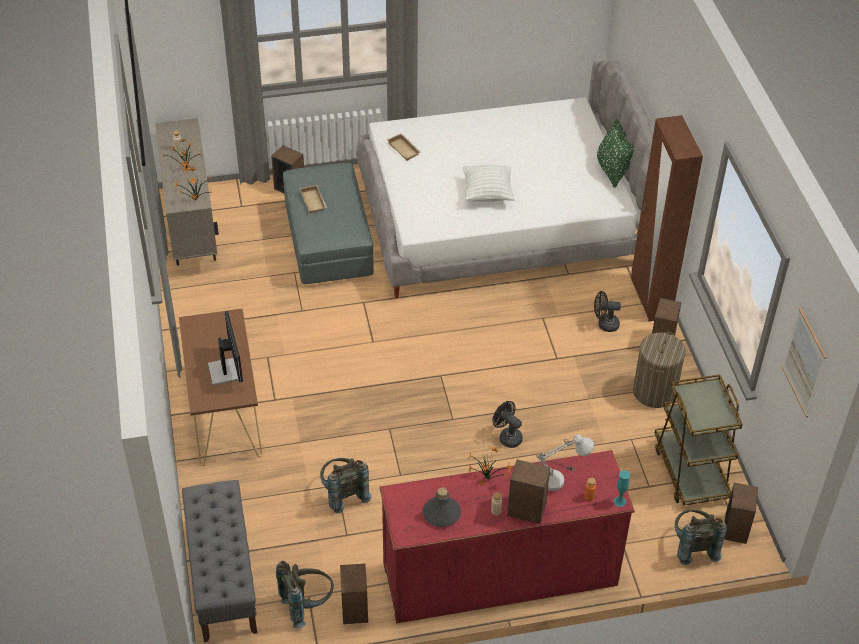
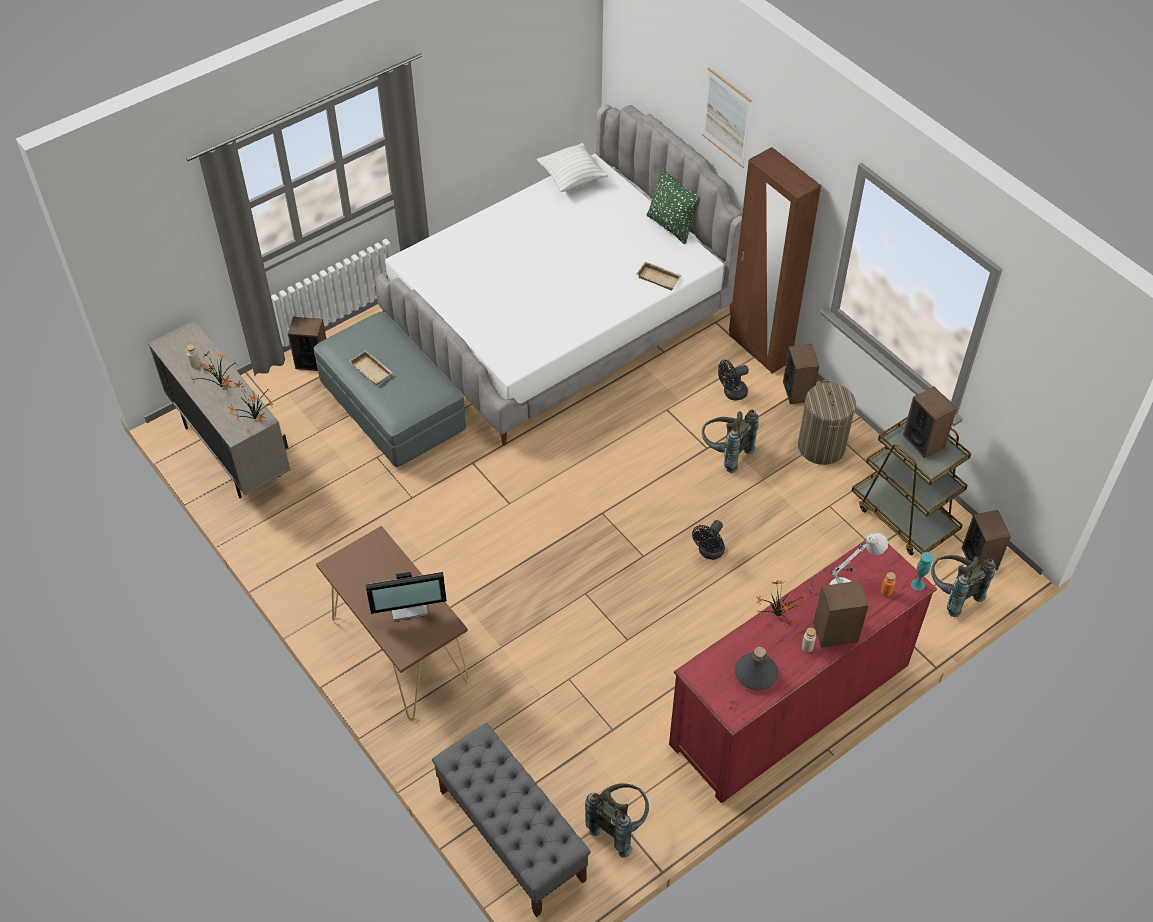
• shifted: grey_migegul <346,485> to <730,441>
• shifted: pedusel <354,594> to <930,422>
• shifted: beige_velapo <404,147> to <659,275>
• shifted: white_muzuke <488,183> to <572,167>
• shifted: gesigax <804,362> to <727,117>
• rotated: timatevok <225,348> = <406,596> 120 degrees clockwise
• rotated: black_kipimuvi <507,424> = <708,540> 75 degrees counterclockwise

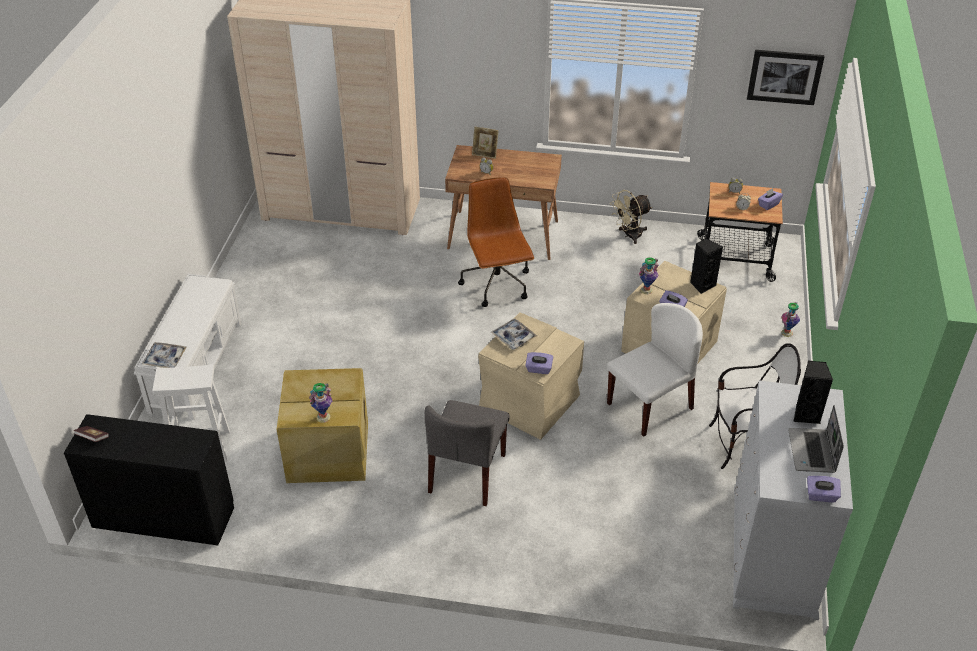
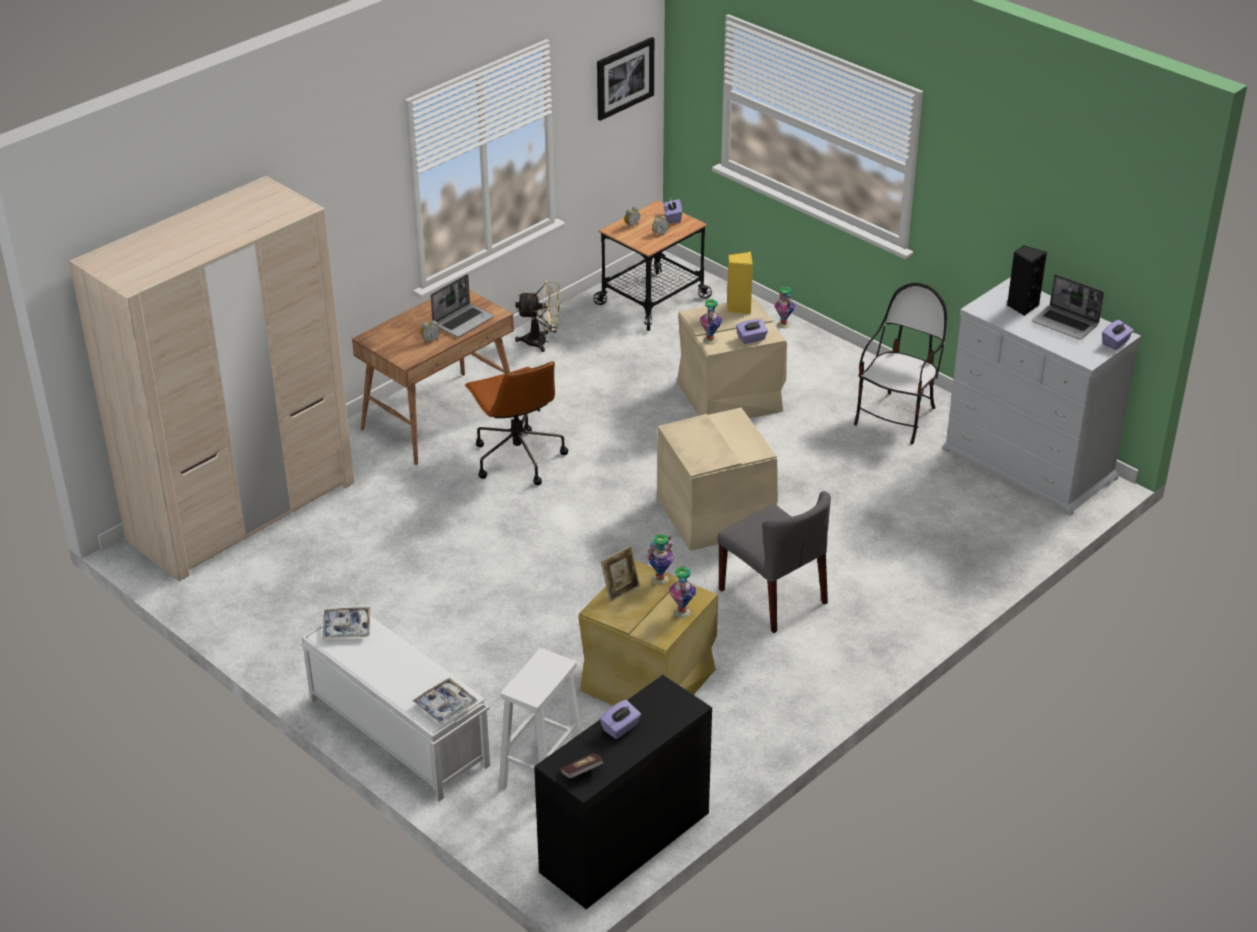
• gone: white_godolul <655,370>
• new: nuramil <462,305>
• new: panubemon <660,559>
• shifted: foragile <485,143> to <620,574>
• shifted: velapo <514,334> to <346,623>
• shifted: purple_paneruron <539,363> to <620,719>
• repainted: black_pedusel <706,266> to yellow_pedusel <740,283>
• rotated: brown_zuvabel <496,242> = <516,423> 135 degrees counterclockwise
• rotated: beige_kipimuvi <631,217> = <538,316> 90 degrees counterclockwise

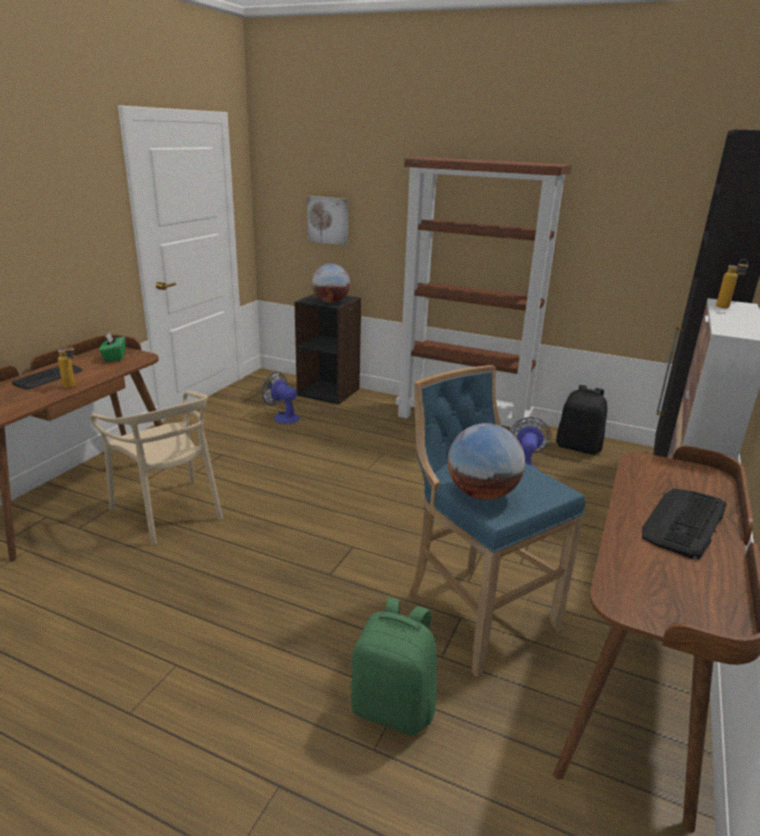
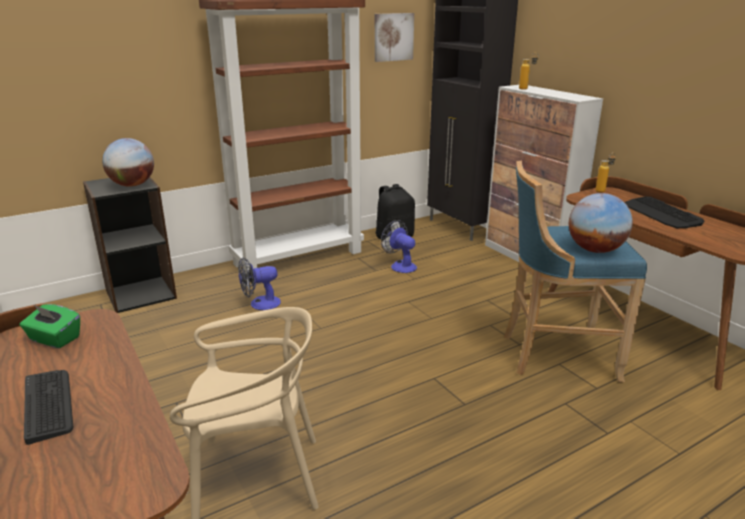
• gone: green_migegul <393,666>
• shifted: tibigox <66,366> to <606,173>
• shifted: kipimuvi <281,398> to <259,283>
• shifted: gesigax <328,221> to <394,37>

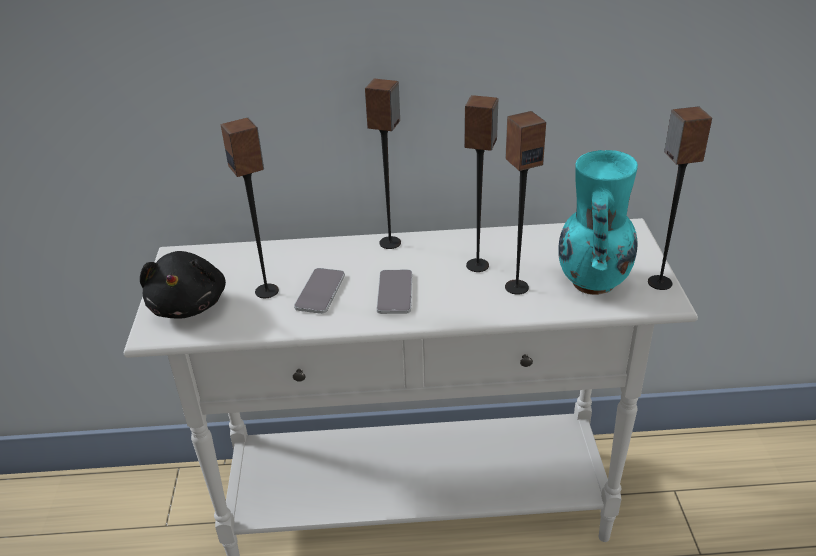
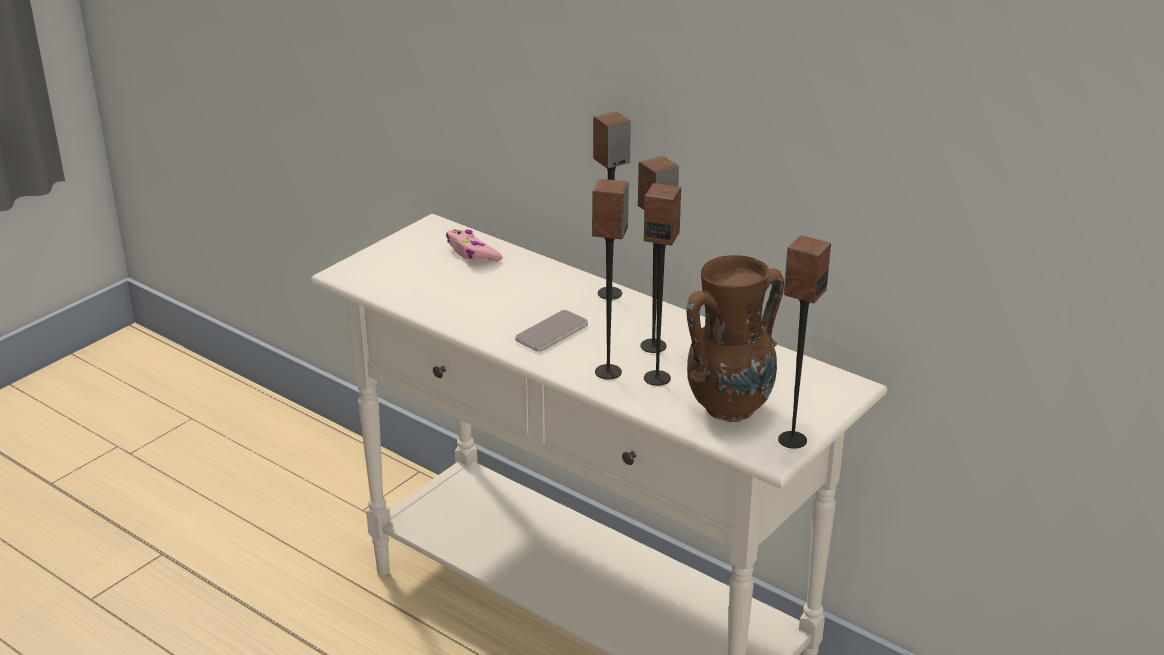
• gone: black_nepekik <183,285>
• gone: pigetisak <319,291>
• new: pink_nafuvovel <474,245>
• shifted: pedusel <250,208> to <610,279>
• repainted: turquoise_panubemon <598,222> to brown_panubemon <735,338>

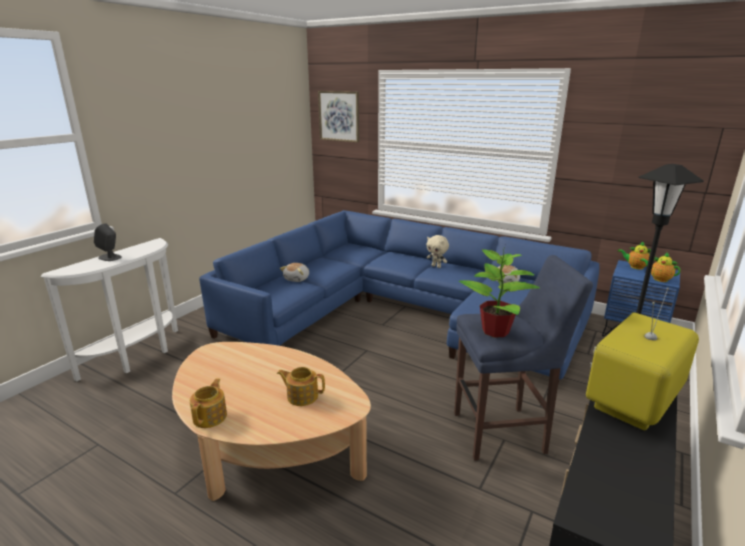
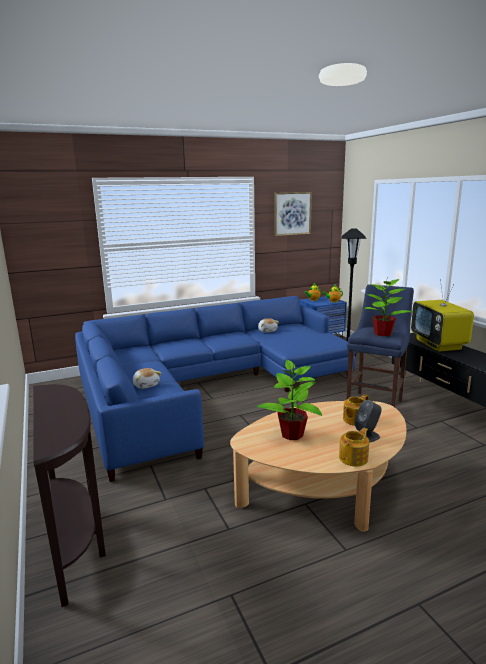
• gone: beige_nepekik <437,251>
• new: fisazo <289,400>
• shifted: grey_pedusel <108,242> to <368,421>
• shifted: gesigax <338,116> to <293,214>
• repainted: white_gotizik <109,309> to brown_gotizik <69,495>
• rotated: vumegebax <208,403> = <354,447> 90 degrees clockwise

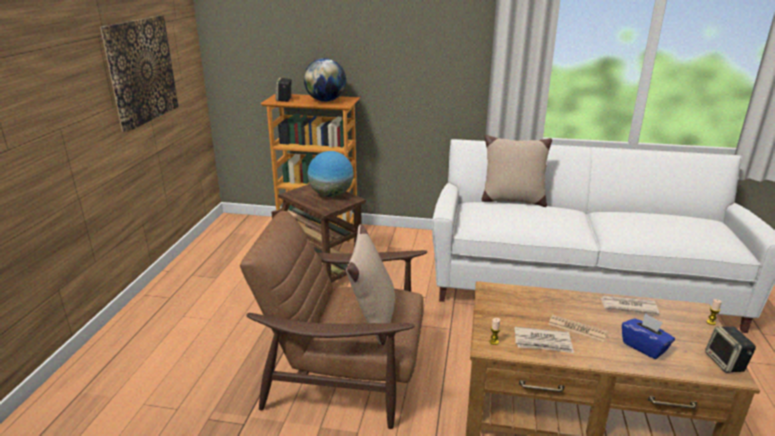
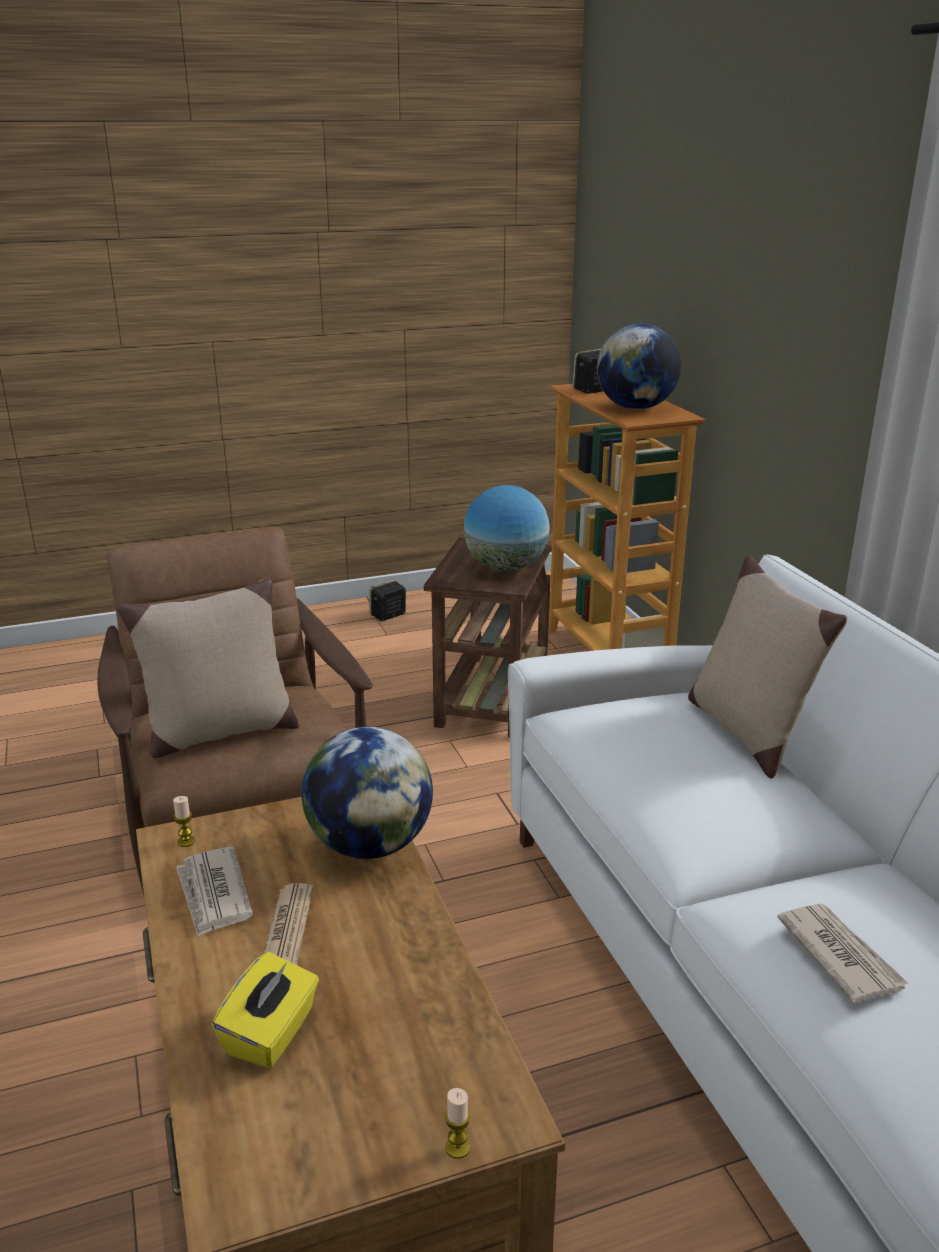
• gone: gesigax <139,73>
• new: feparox <367,793>
• shifted: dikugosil <630,305> to <843,953>
• shifted: pedusel <730,349> to <387,600>
• repainted: blue_paneruron <648,336> to yellow_paneruron <265,1010>

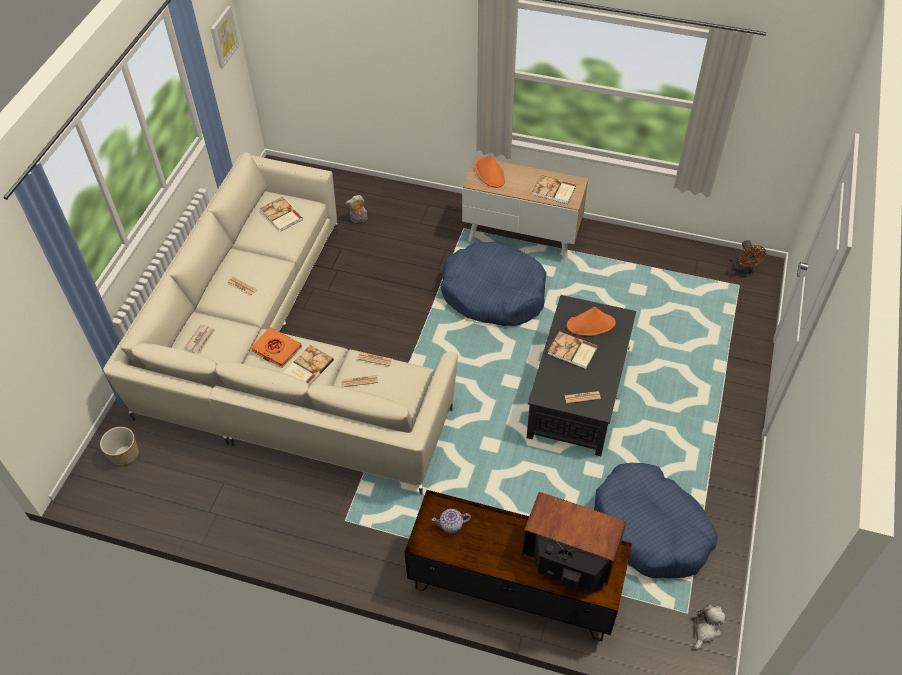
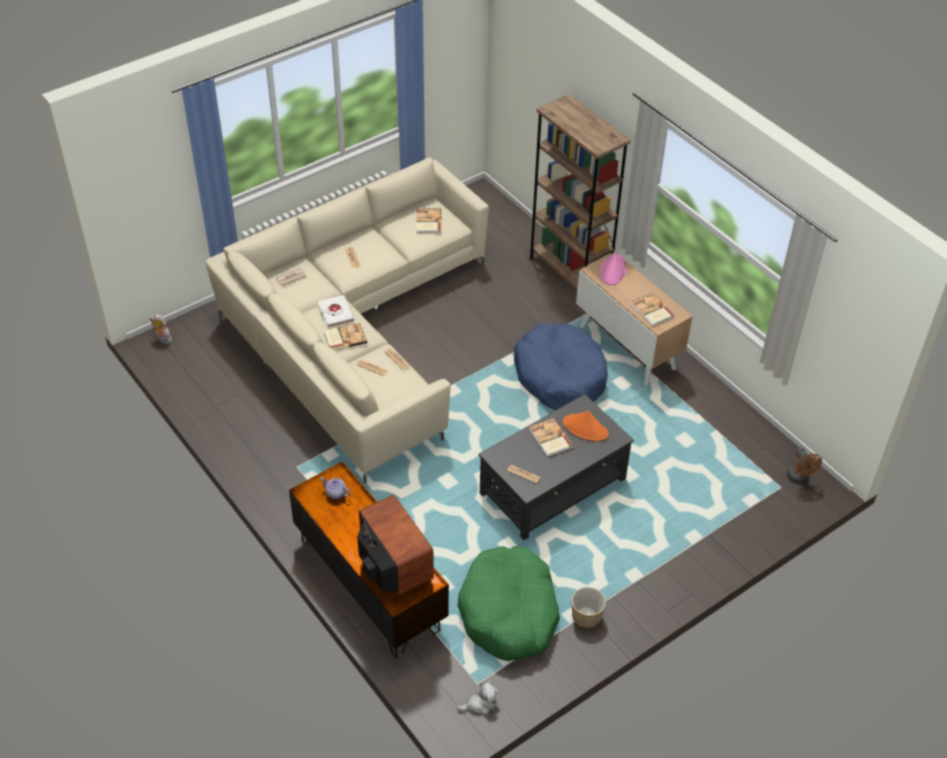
• gone: gesigax <225,37>
• new: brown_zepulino <579,191>
• shifted: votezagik <119,447> to <589,607>
• shifted: nepekik <357,209> to <161,329>
• repainted: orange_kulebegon <276,347> to white_kulebegon <335,311>
• repainted: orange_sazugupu <490,171> to pink_sazugupu <613,269>
• repainted: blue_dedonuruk <655,521> to green_dedonuruk <509,603>
• rotated: brown_kipimuvi <749,257> = <804,465> 45 degrees counterclockwise

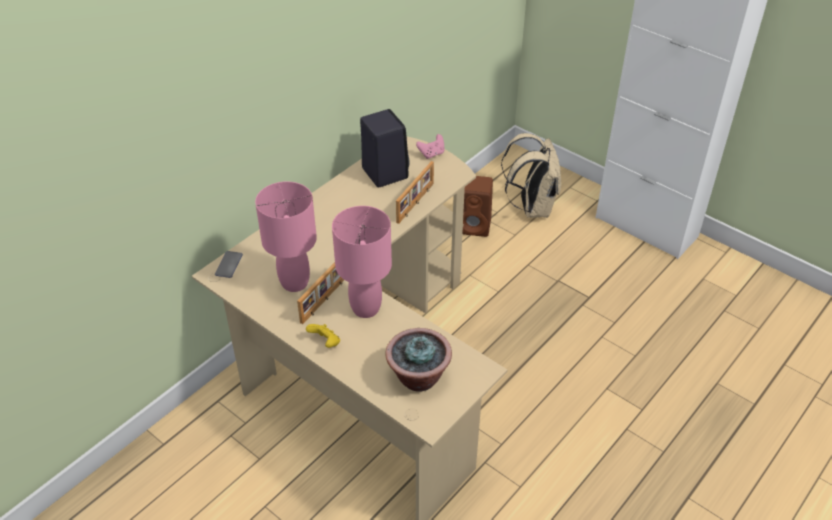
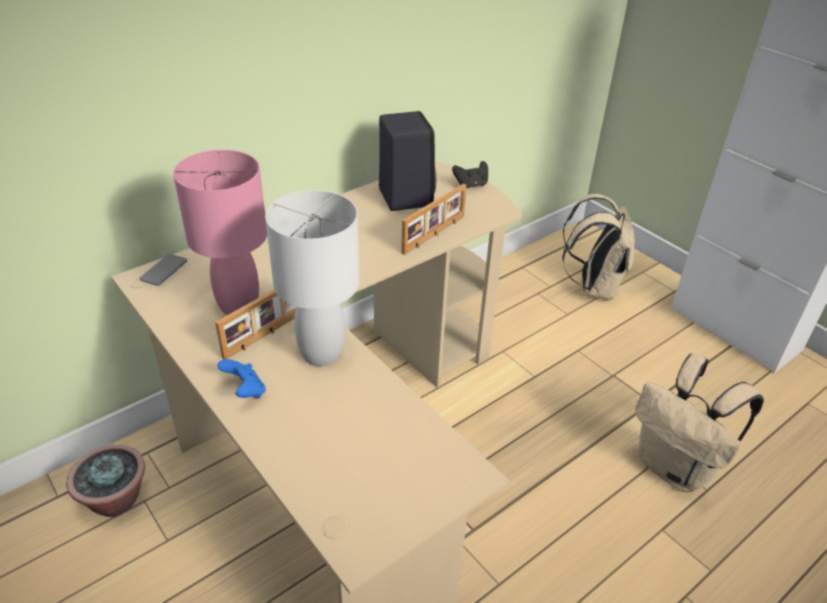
• gone: brown_pedusel <477,206>
• new: beige_migegul <699,422>
• shifted: fisazo <419,360> to <105,481>
• repainted: yellow_nafuvovel <323,336> to blue_nafuvovel <241,378>
• repainted: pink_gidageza <362,262> to white_gidageza <312,278>
• repainted: pink_nafuvovel <430,146> to black_nafuvovel <470,174>

